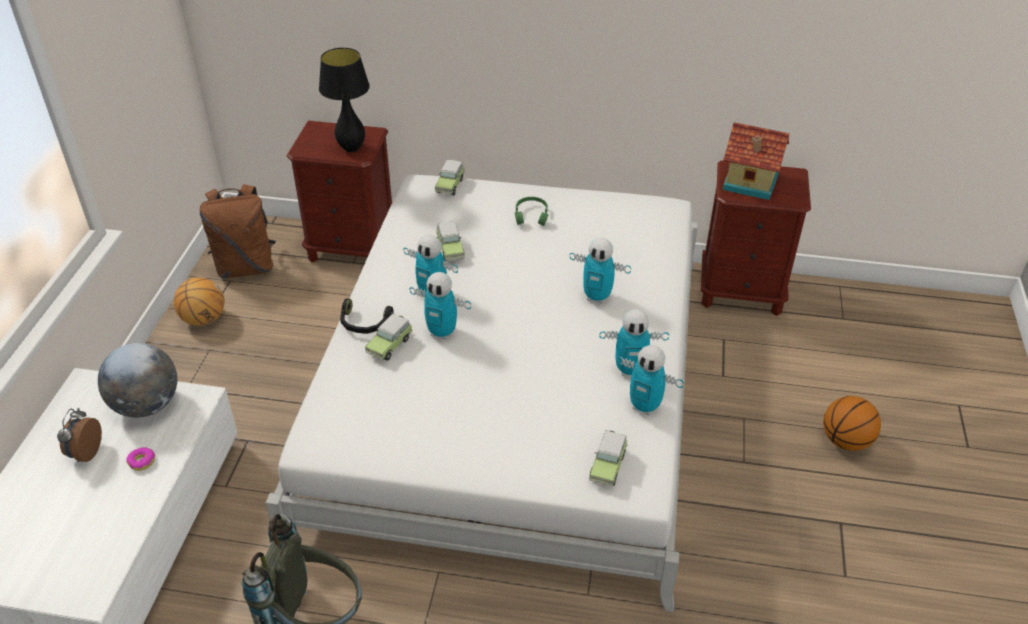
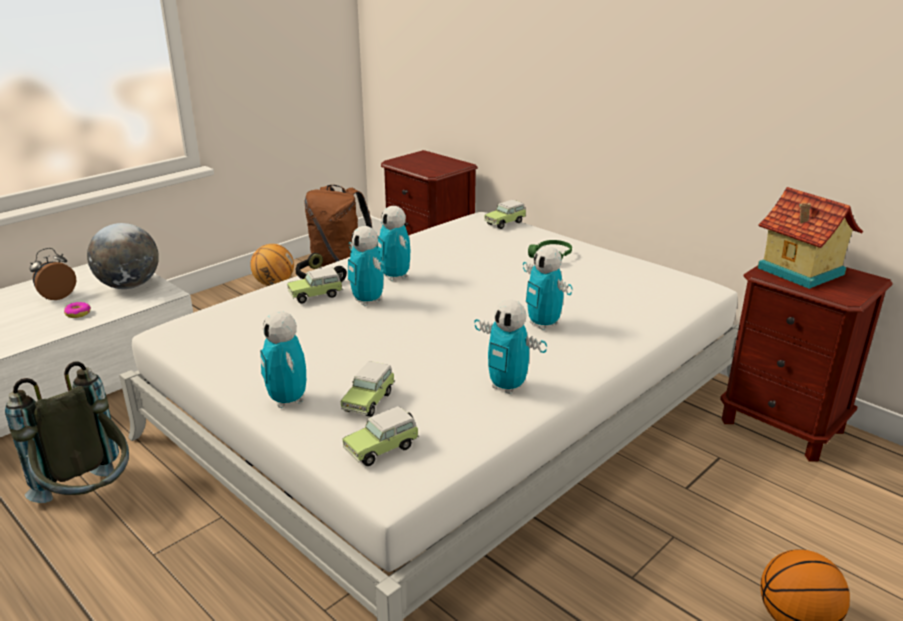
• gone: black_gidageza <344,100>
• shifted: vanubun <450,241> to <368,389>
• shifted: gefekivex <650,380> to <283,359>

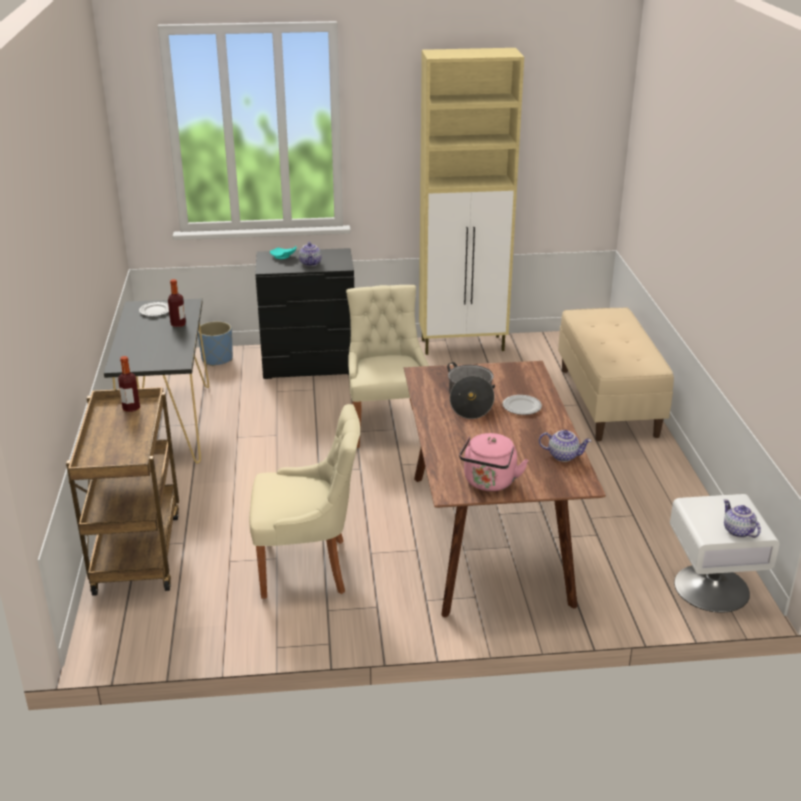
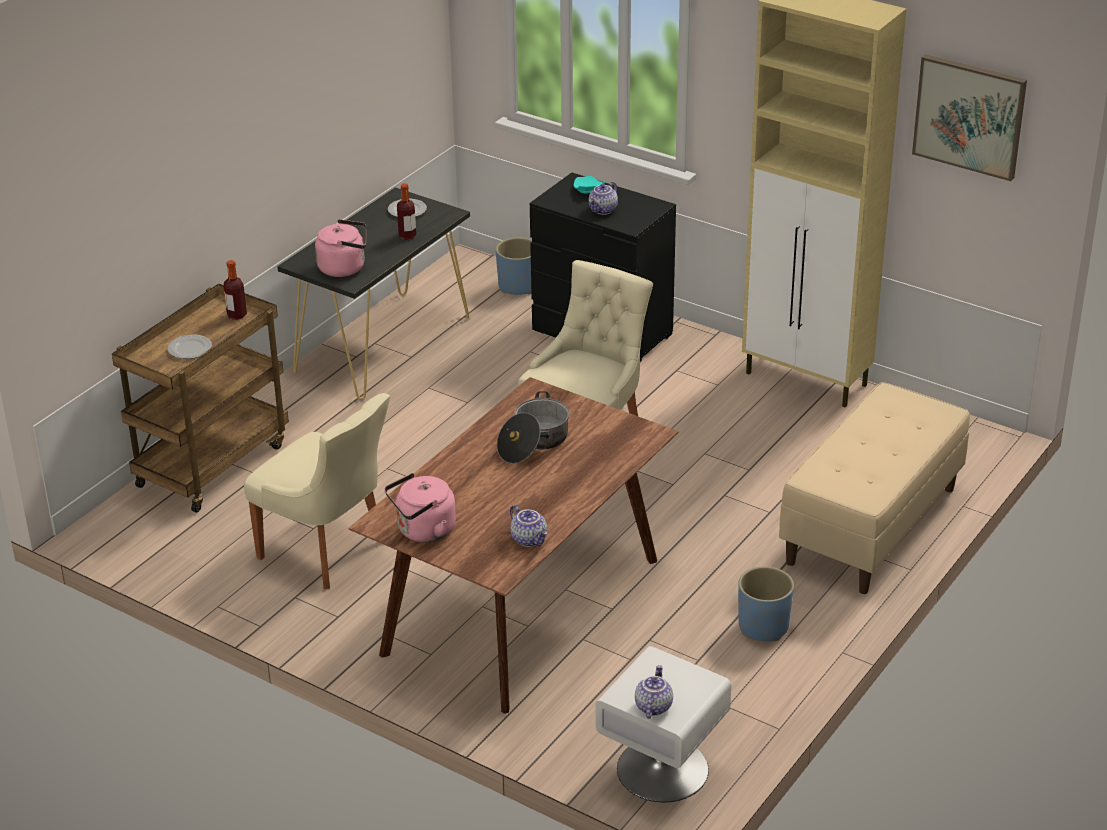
• new: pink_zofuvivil <340,248>
• new: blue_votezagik <766,603>
• new: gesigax <969,117>
• shifted: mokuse <522,405> to <189,347>

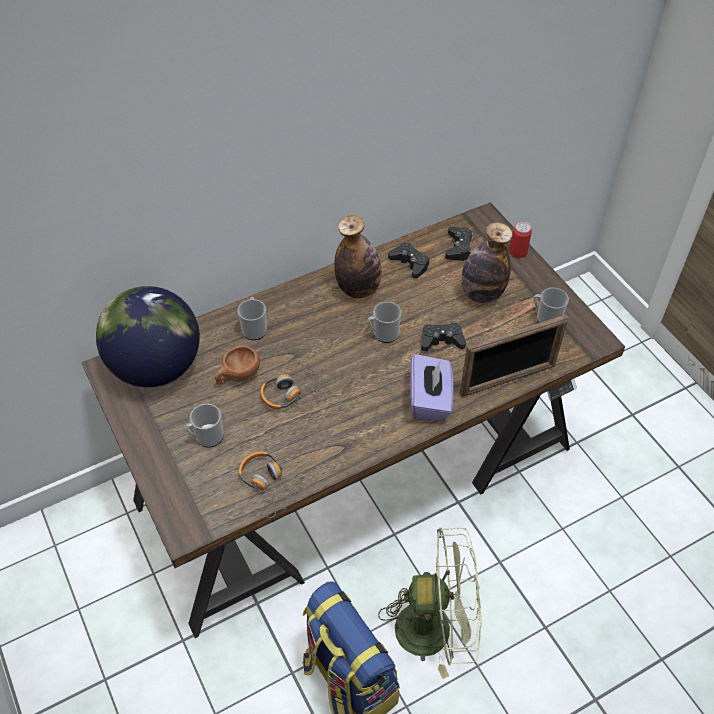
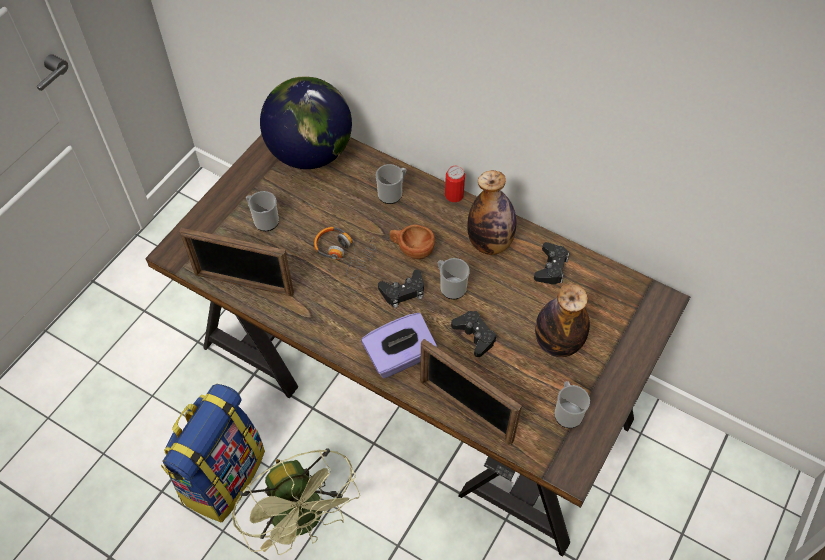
• shifted: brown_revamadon <237,365> to <412,241>
• shifted: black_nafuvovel <459,244> to <401,289>
• shifted: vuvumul <520,239> to <455,184>
• swapped: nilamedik <272,484> to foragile <236,262>

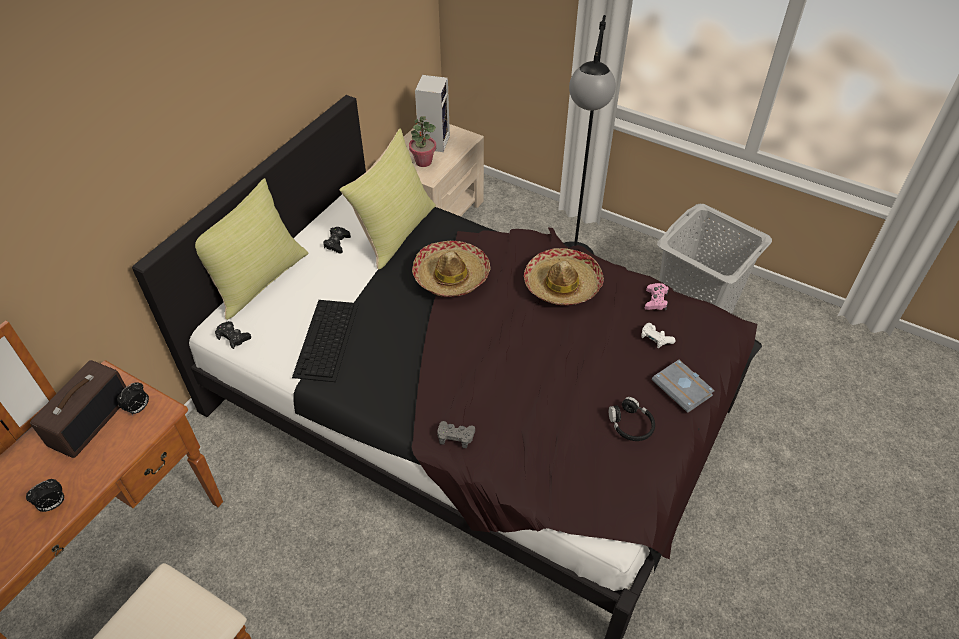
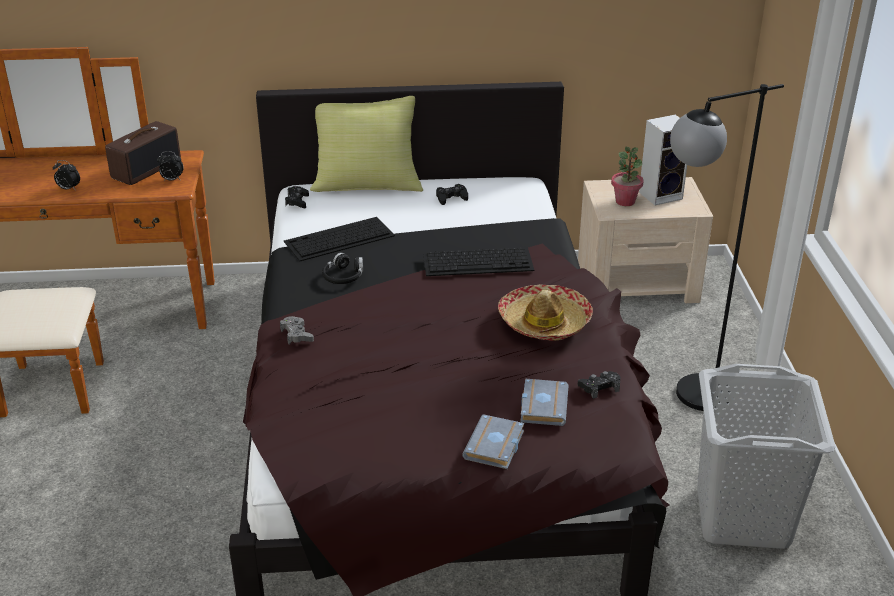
• gone: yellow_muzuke <388,199>
• shifted: black_nilamedik <632,419> to <342,268>
• swapped: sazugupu <451,269> to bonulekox <478,261>
• swapped: white_nafuvovel <658,335> to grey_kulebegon <544,402>
• repainted: pink_nafuvovel <657,296> to black_nafuvovel <599,385>
• rotated: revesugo <78,409> = <143,153> 45 degrees counterclockwise

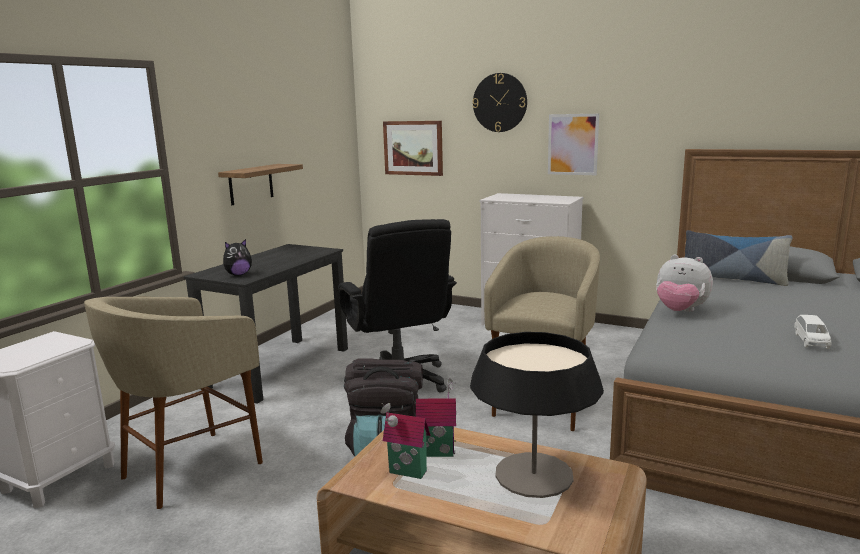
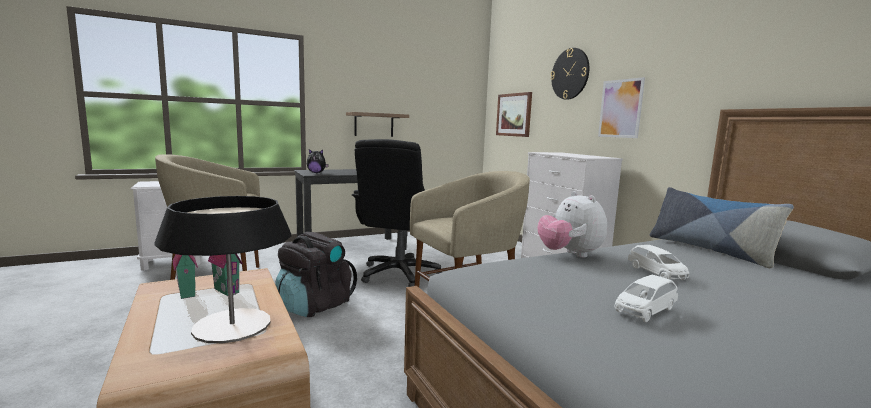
• new: white_vanubun <658,262>

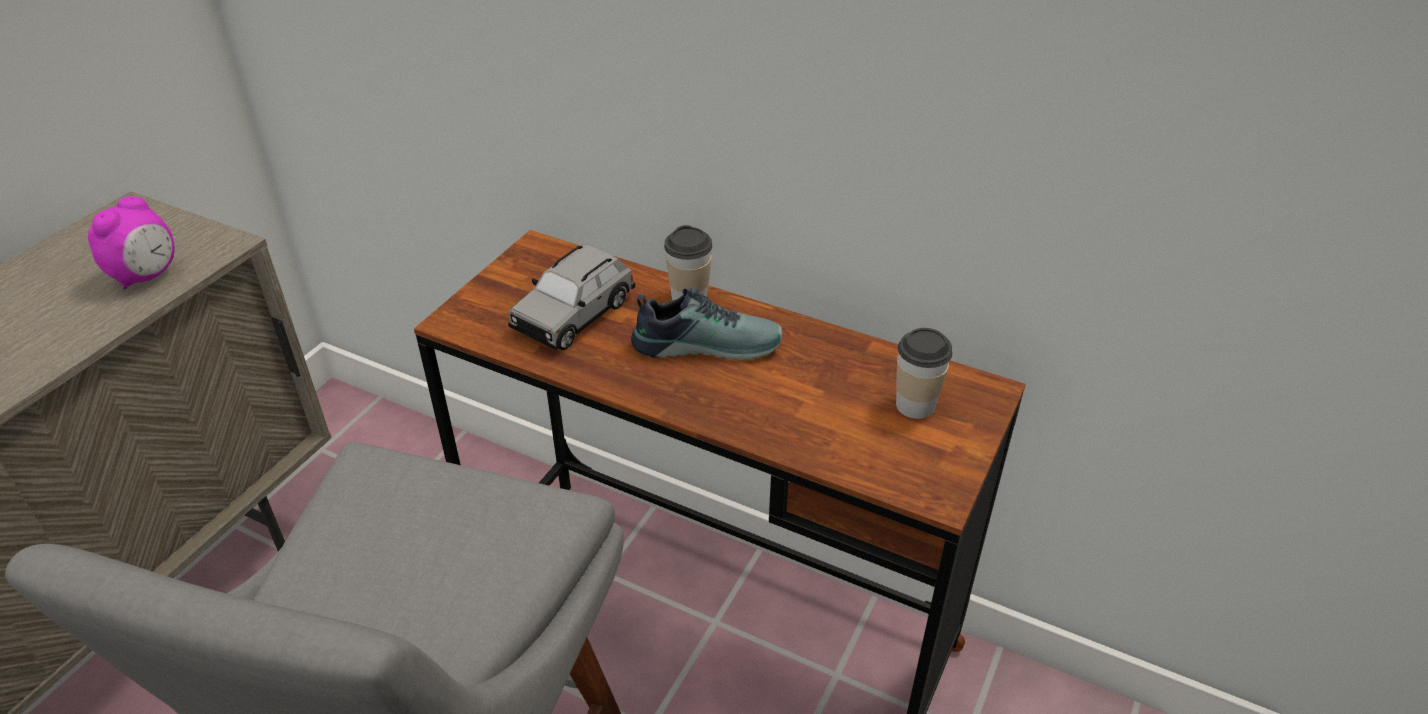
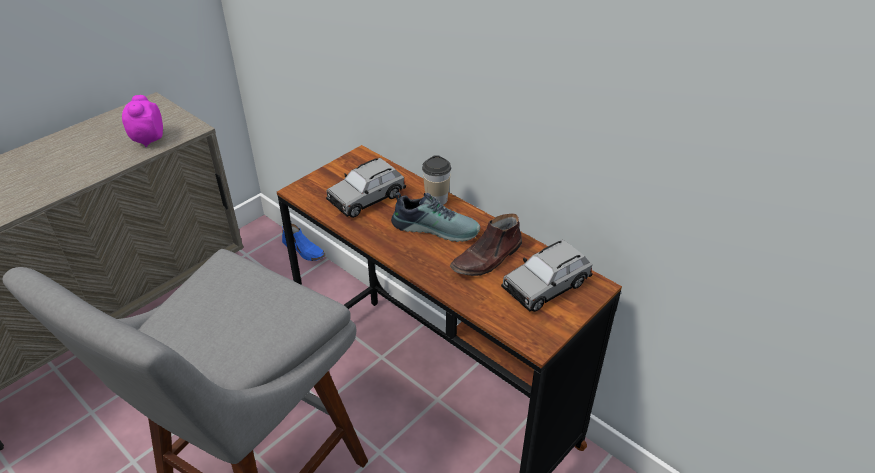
• new: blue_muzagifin <303,242>
• new: brown_muzagifin <486,244>
• swapped: revamadon <924,373> to grey_vanubun <547,276>
• rotated: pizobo <131,242> = <142,121> 135 degrees clockwise

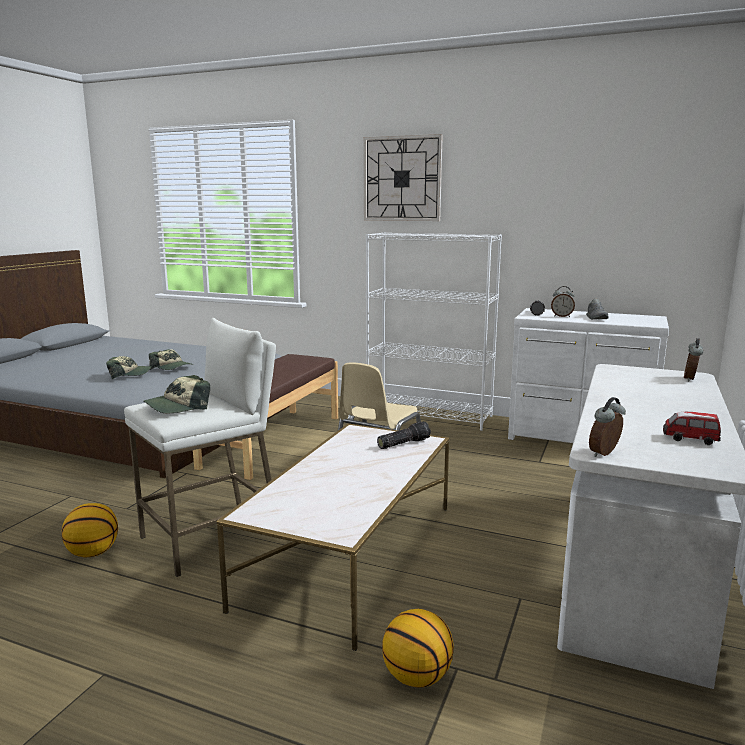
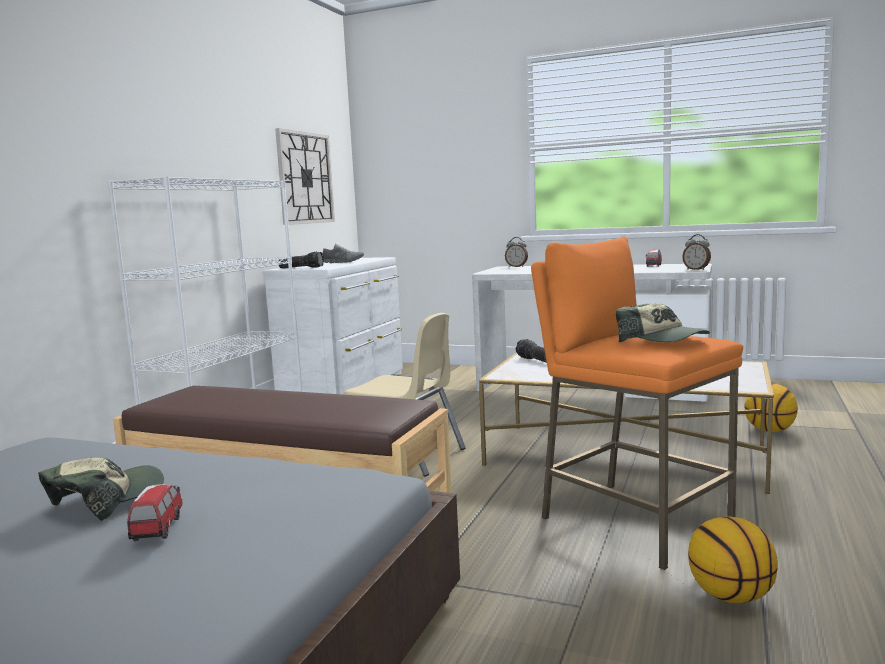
• gone: pizobo <563,301>
• shifted: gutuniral <403,177> to <305,176>
• swapped: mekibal <129,367> to vanubun <154,512>
• repainted: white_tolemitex <200,447> to orange_tolemitex <637,403>

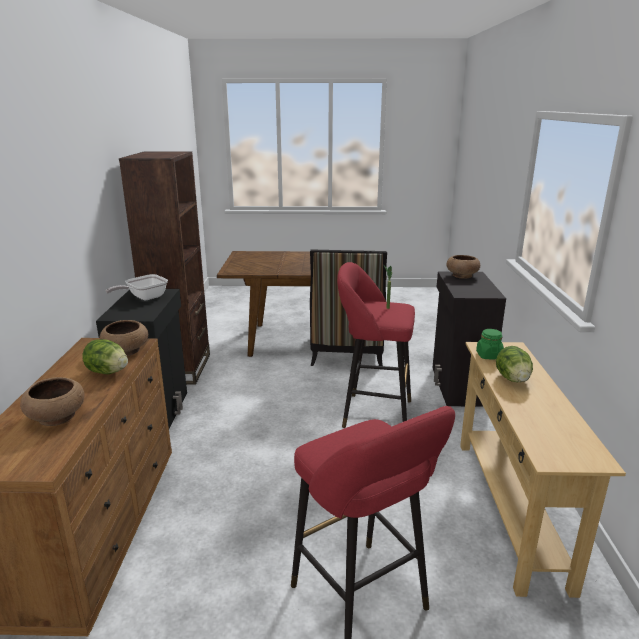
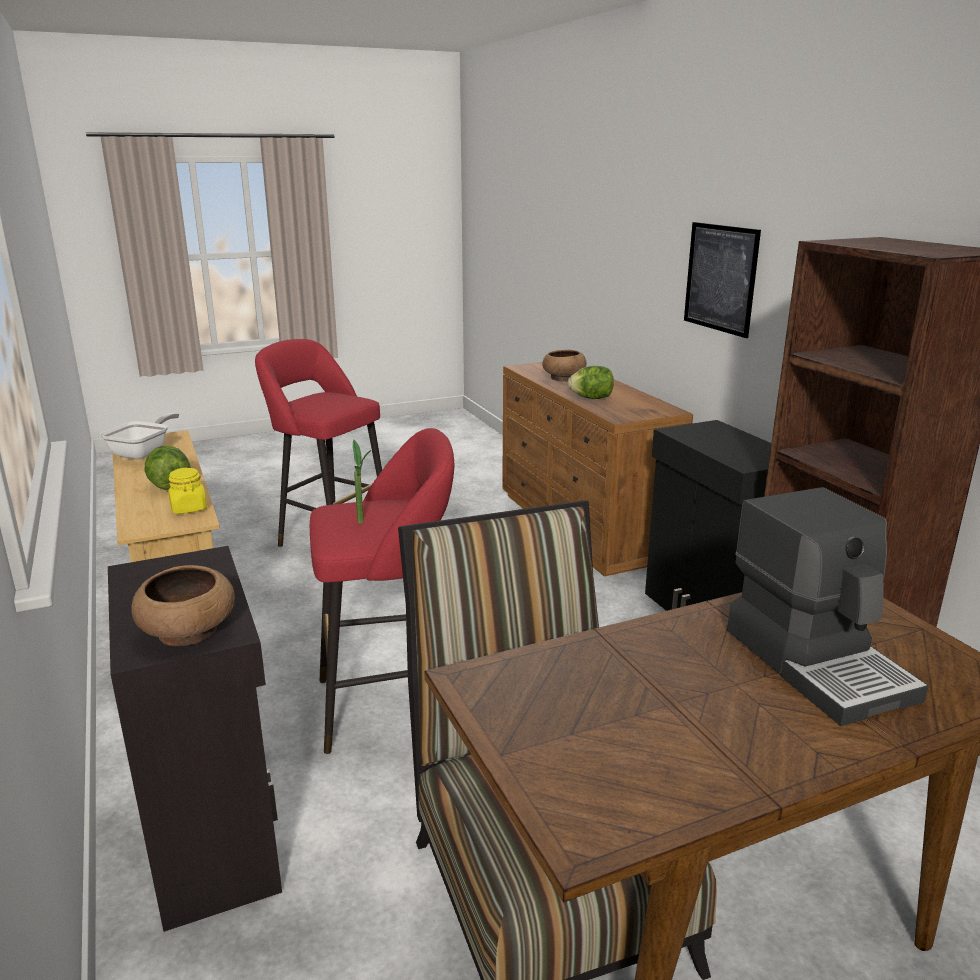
• gone: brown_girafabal <123,338>
• new: gesigax <722,280>
• new: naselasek <827,606>
• shifted: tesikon <136,287> to <139,436>
• repainted: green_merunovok <490,344> to yellow_merunovok <187,490>

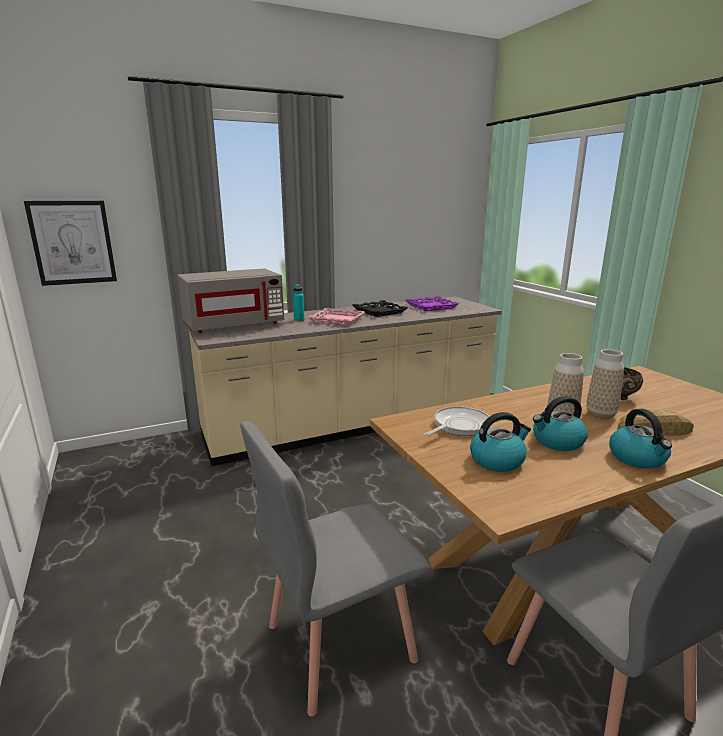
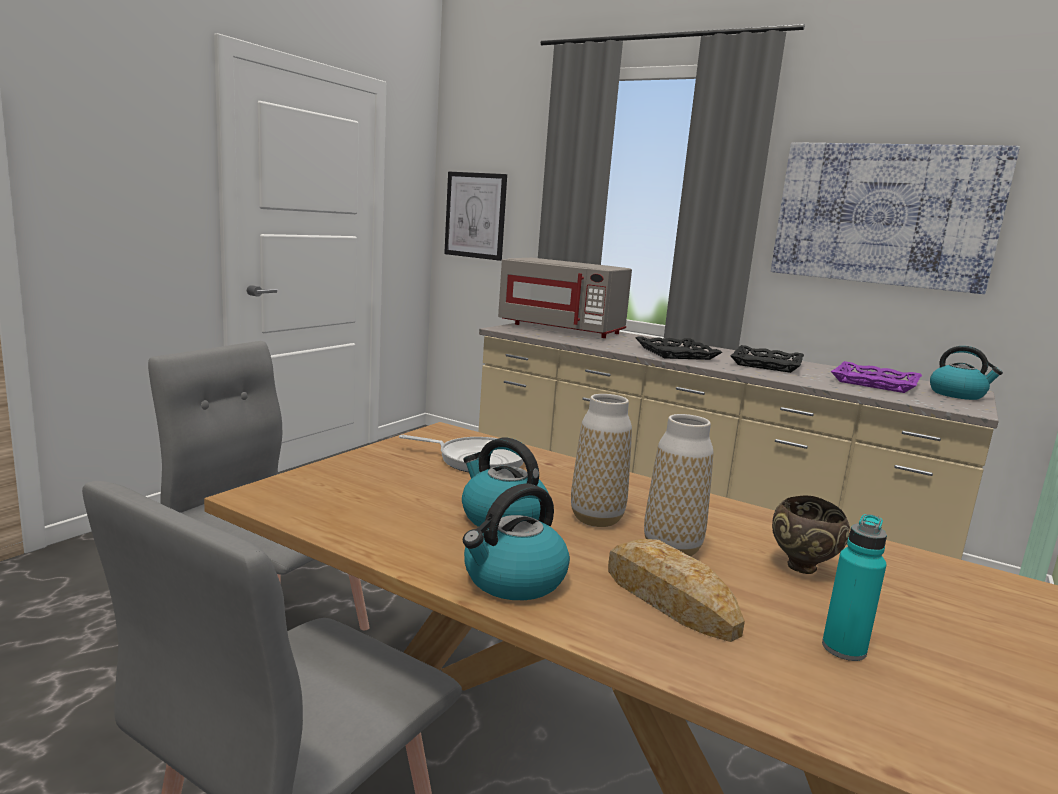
• new: gesigax <895,218>
• shifted: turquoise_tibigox <299,302> to <854,587>
• shifted: zofuvivil <500,442> to <966,373>
• repainted: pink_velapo <336,317> to black_velapo <678,348>

